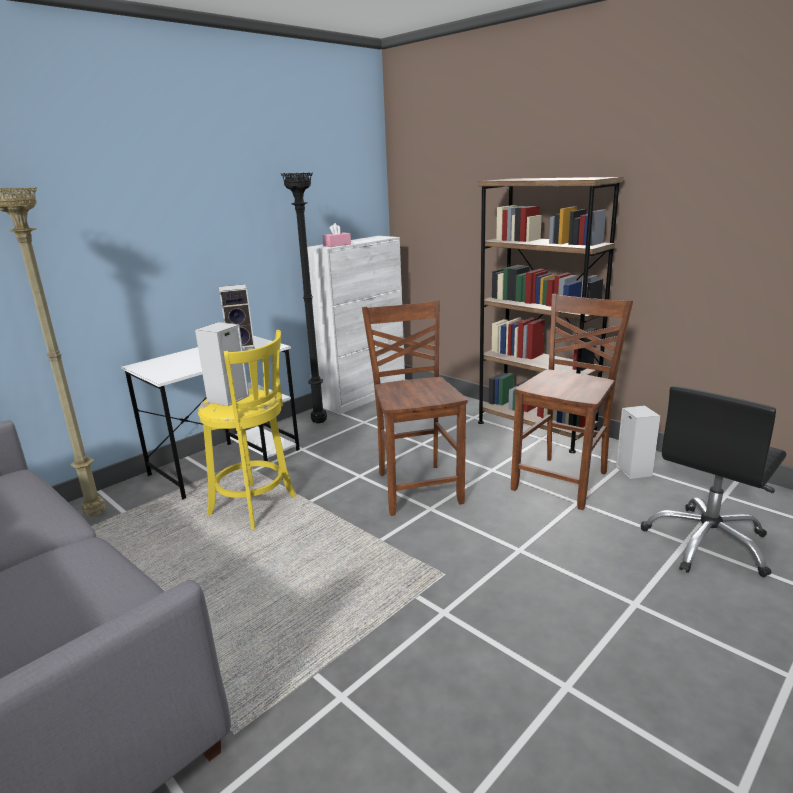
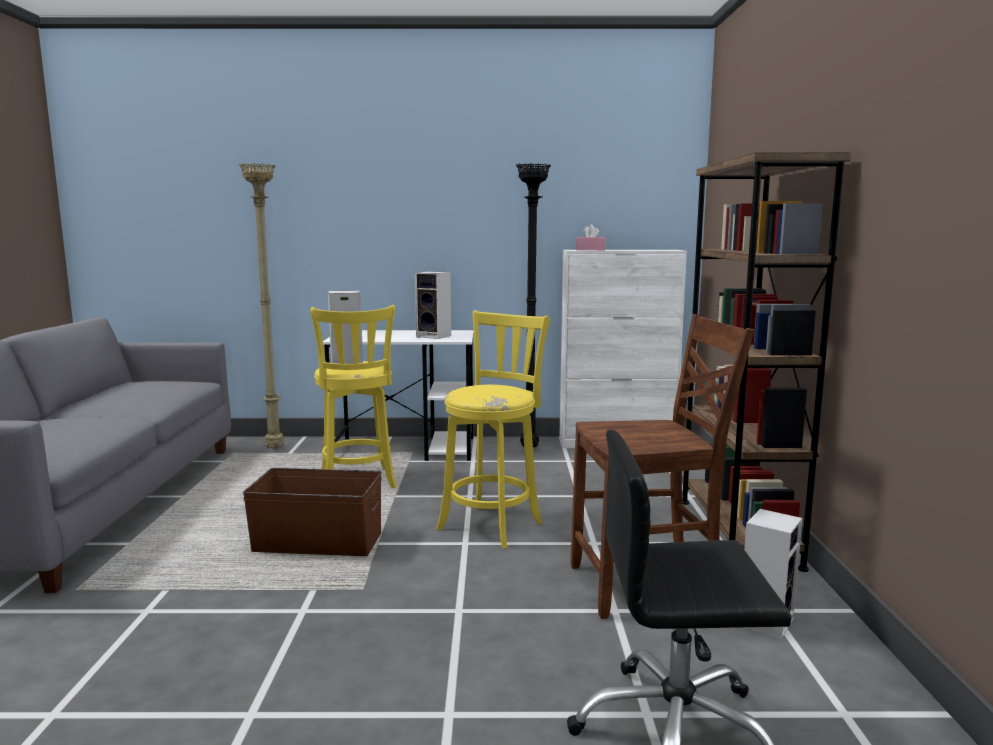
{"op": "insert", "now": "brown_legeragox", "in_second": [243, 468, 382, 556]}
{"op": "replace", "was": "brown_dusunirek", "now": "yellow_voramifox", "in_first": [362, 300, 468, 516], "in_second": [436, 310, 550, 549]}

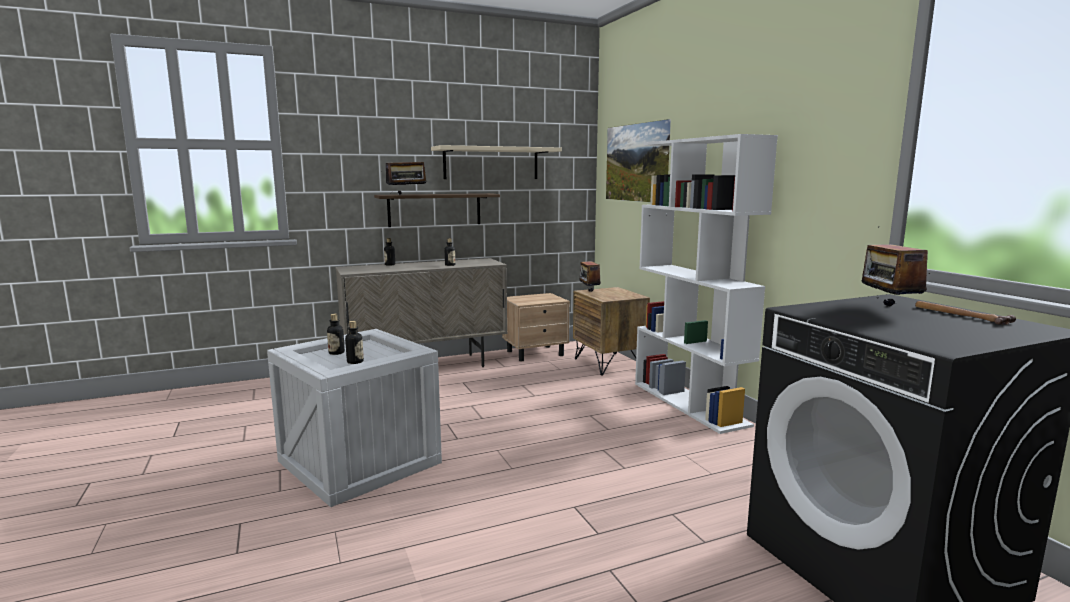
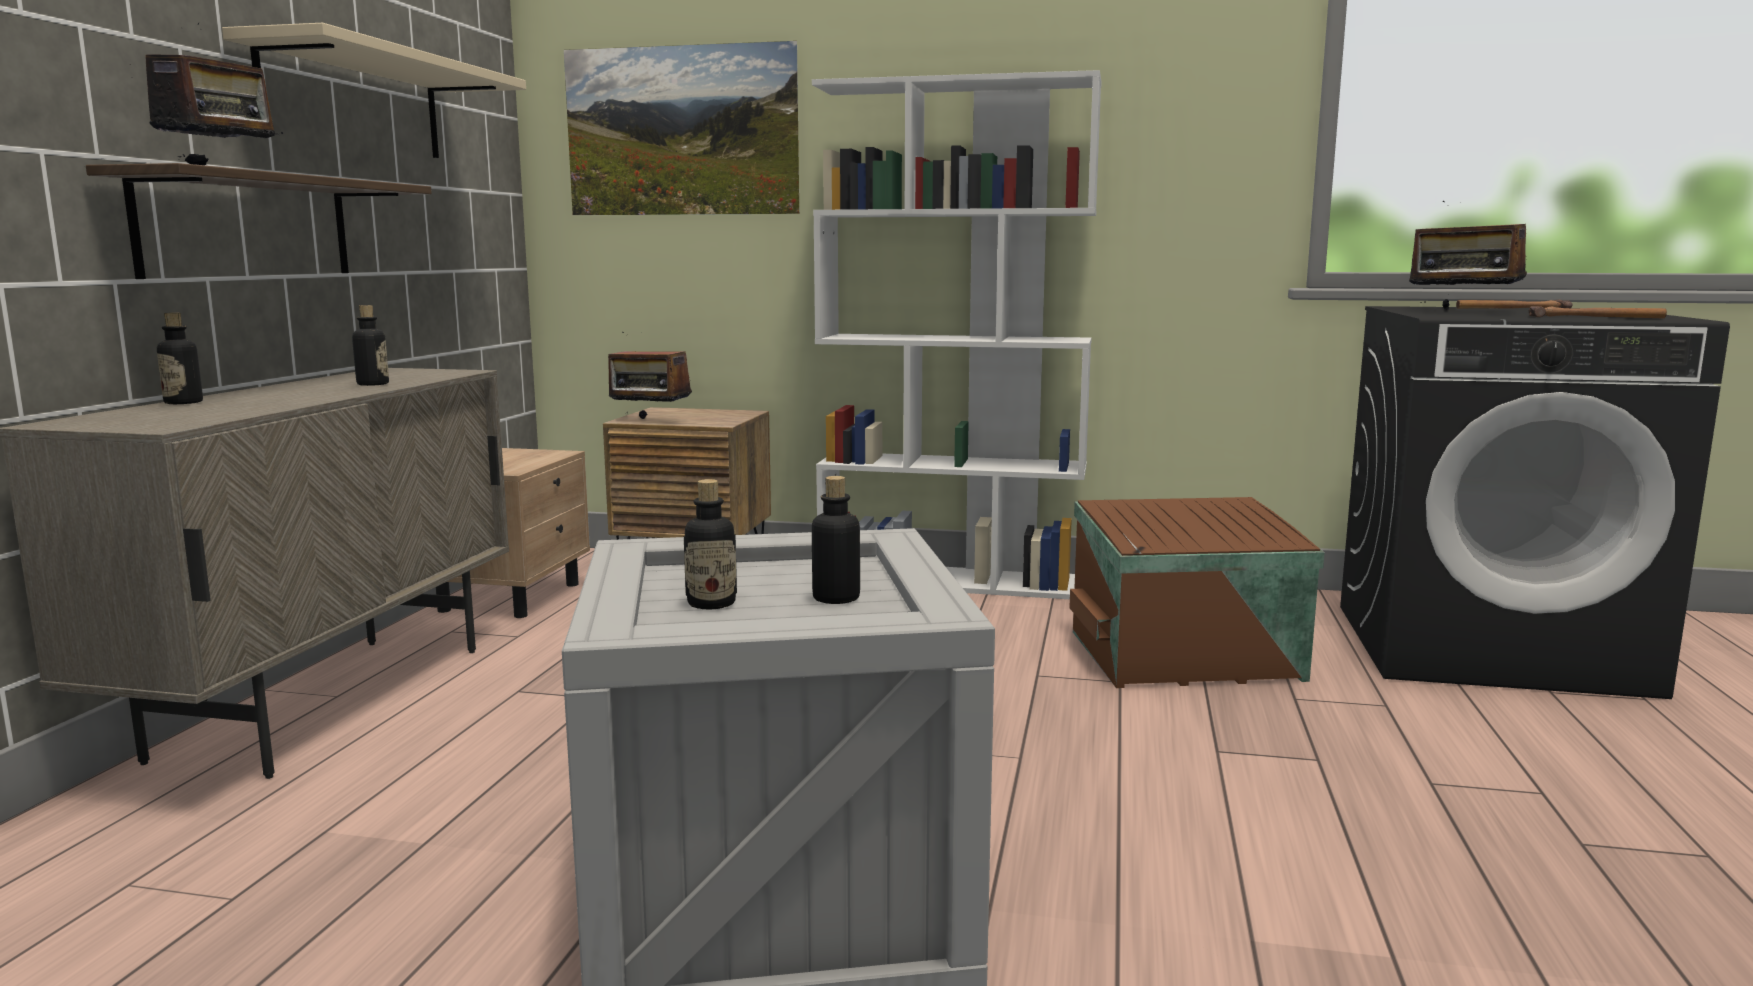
{"op": "insert", "now": "brown_legeragox", "in_second": [1069, 497, 1325, 688]}
{"op": "insert", "now": "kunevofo", "in_second": [1529, 306, 1667, 318]}

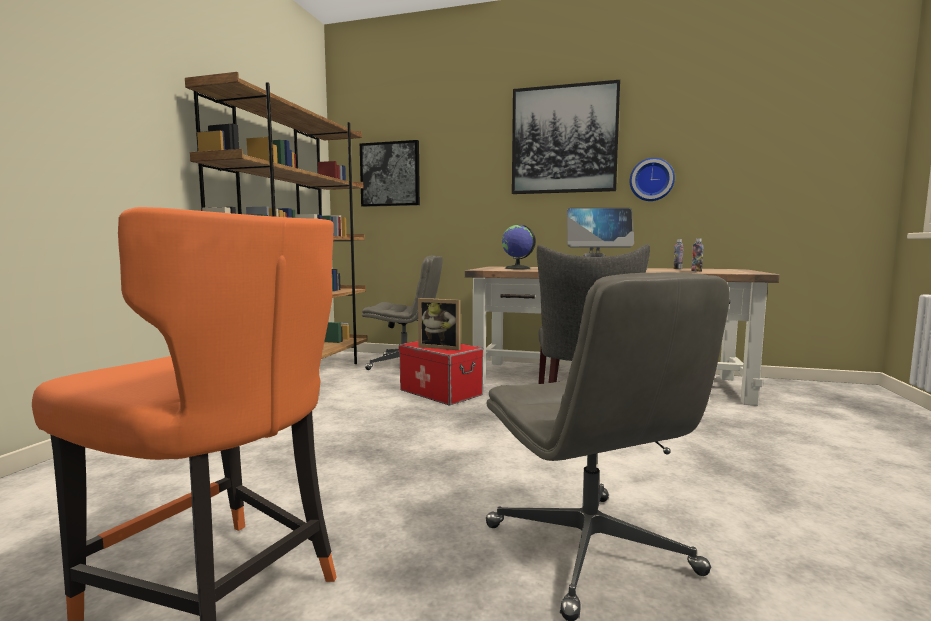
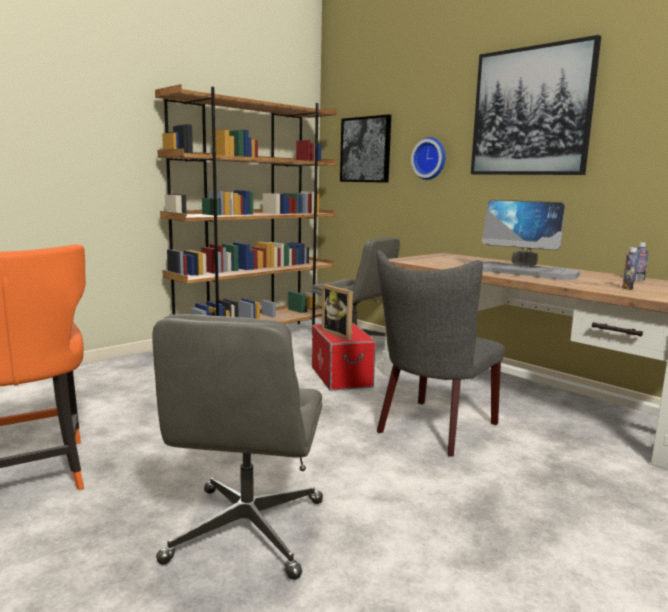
{"op": "move", "was": "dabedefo", "in_first": [630, 158, 675, 201], "in_second": [411, 137, 446, 180]}
{"op": "delete", "was": "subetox", "in_first": [502, 225, 536, 269]}

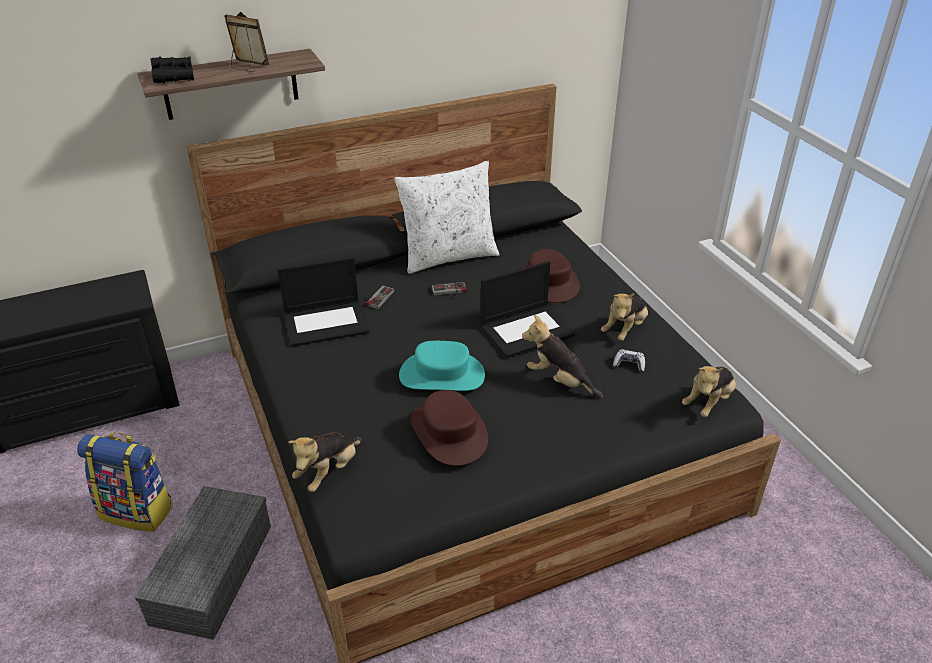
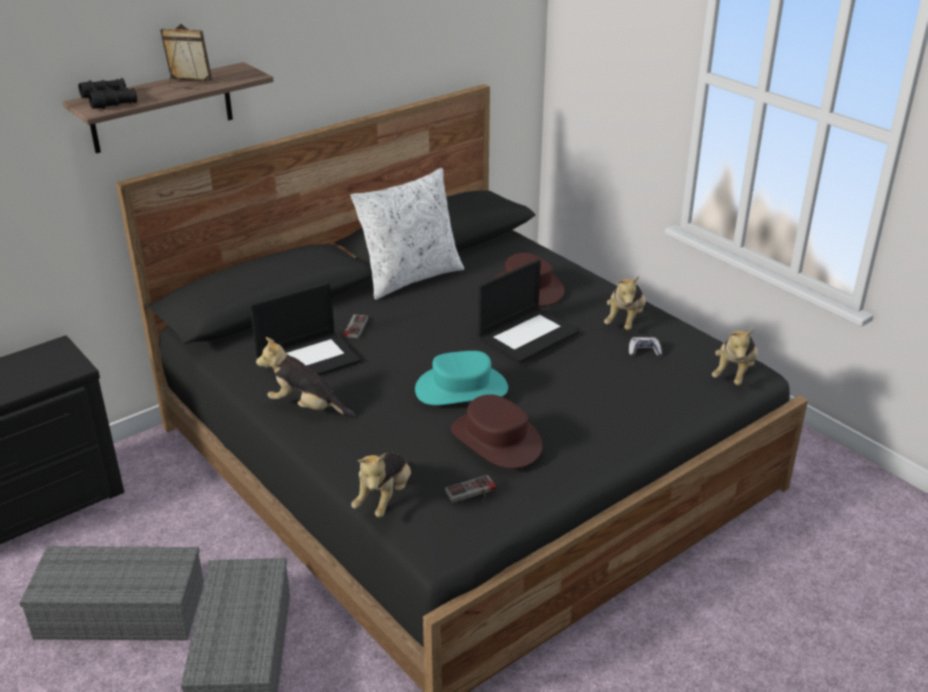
{"op": "replace", "was": "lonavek", "now": "grey_legeragox", "in_first": [77, 432, 173, 532], "in_second": [19, 546, 204, 640]}
{"op": "move", "was": "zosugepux", "in_first": [522, 314, 603, 398], "in_second": [256, 337, 356, 418]}
{"op": "move", "was": "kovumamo", "in_first": [432, 282, 467, 298], "in_second": [445, 475, 496, 503]}

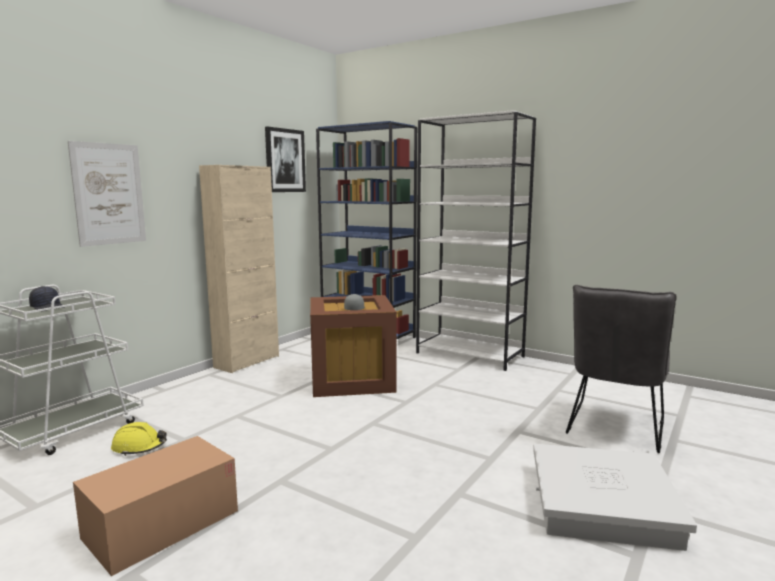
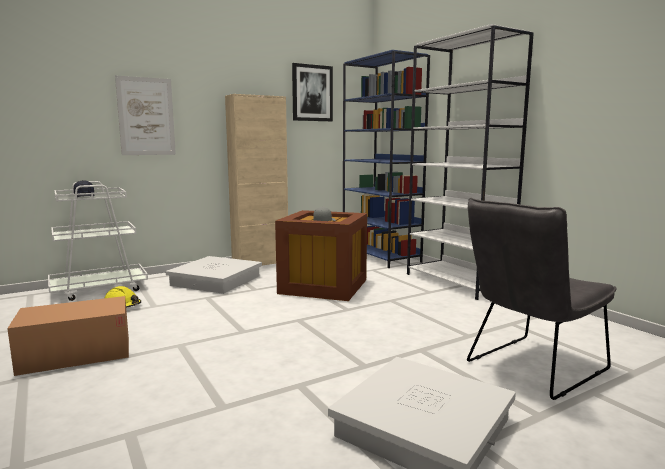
{"op": "insert", "now": "white_legeragox", "in_second": [165, 256, 262, 294]}

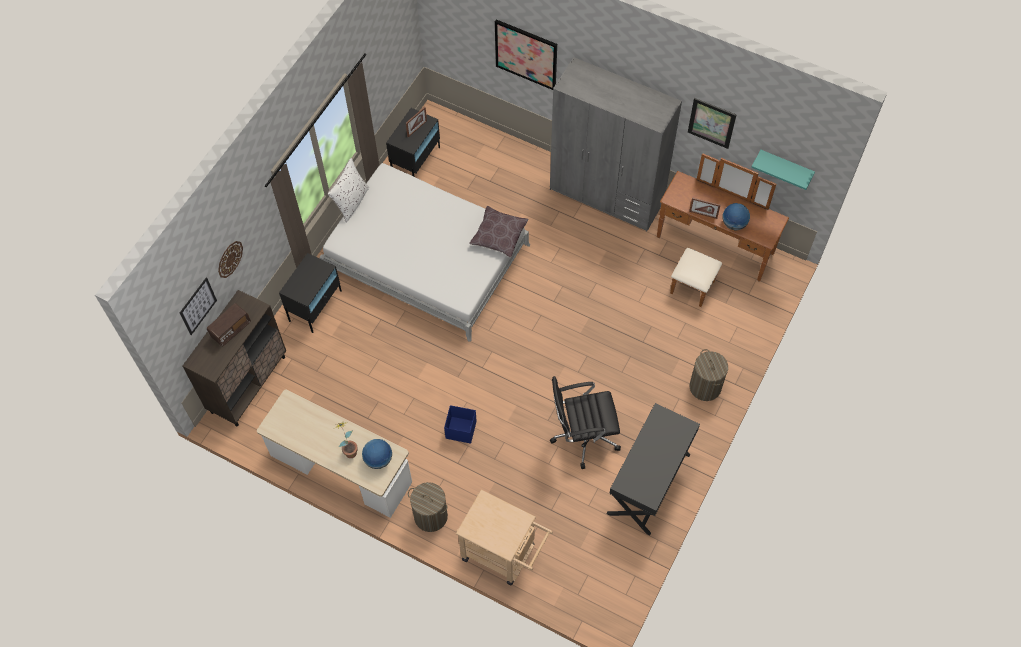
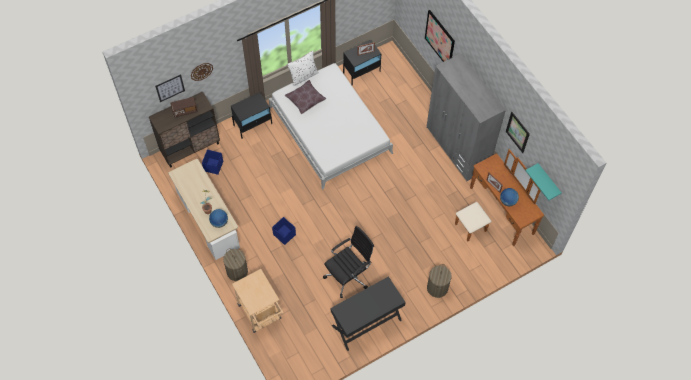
{"op": "insert", "now": "blue_legeragox", "in_second": [202, 150, 223, 175]}
{"op": "move", "was": "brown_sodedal", "in_first": [469, 206, 528, 258], "in_second": [285, 80, 326, 114]}
{"op": "rotate", "was": "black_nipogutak", "in_first": [550, 376, 621, 469], "in_second": [323, 225, 374, 298], "clockwise": 120}

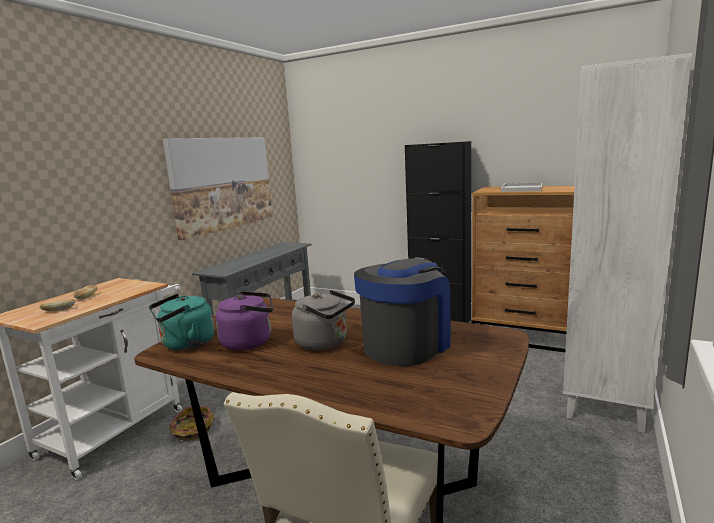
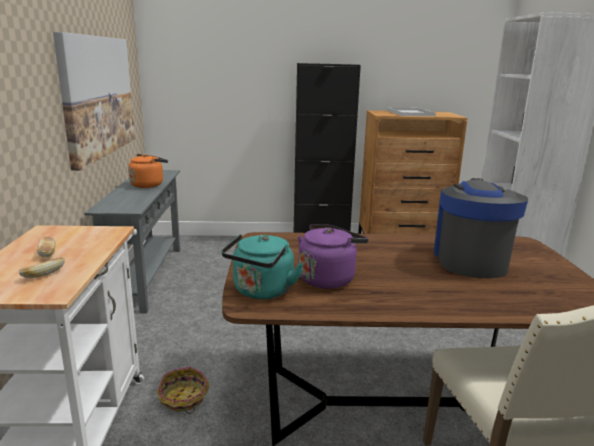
{"op": "insert", "now": "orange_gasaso", "in_second": [128, 154, 168, 188]}
{"op": "delete", "was": "grey_gasaso", "in_first": [292, 290, 355, 350]}

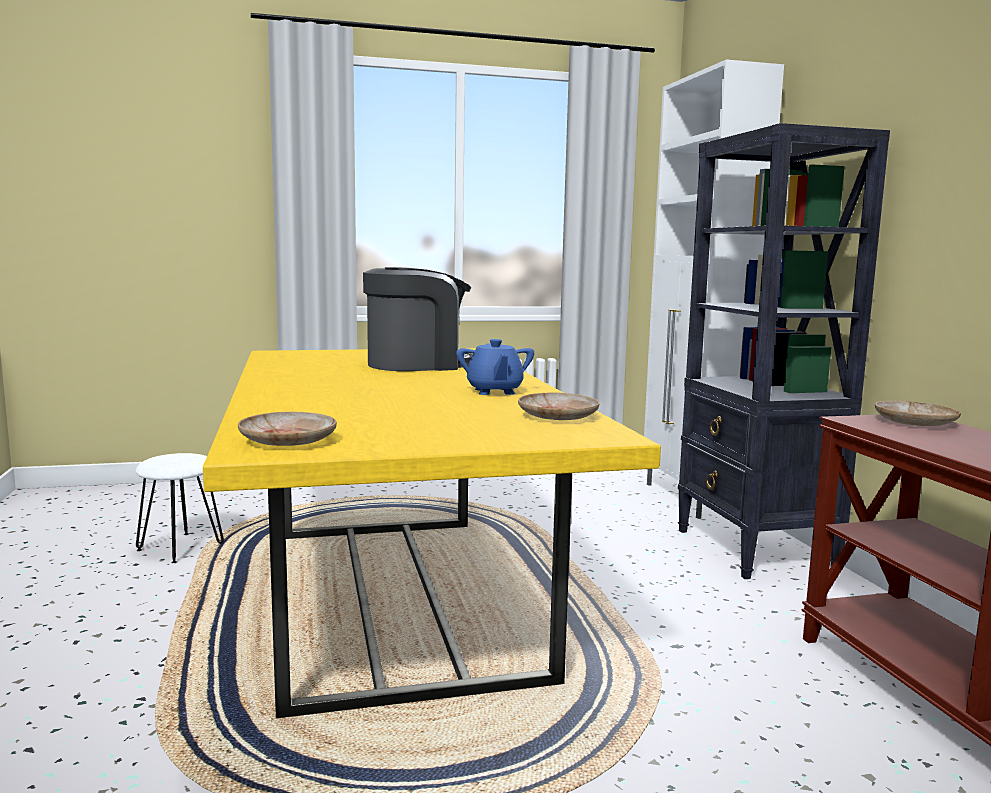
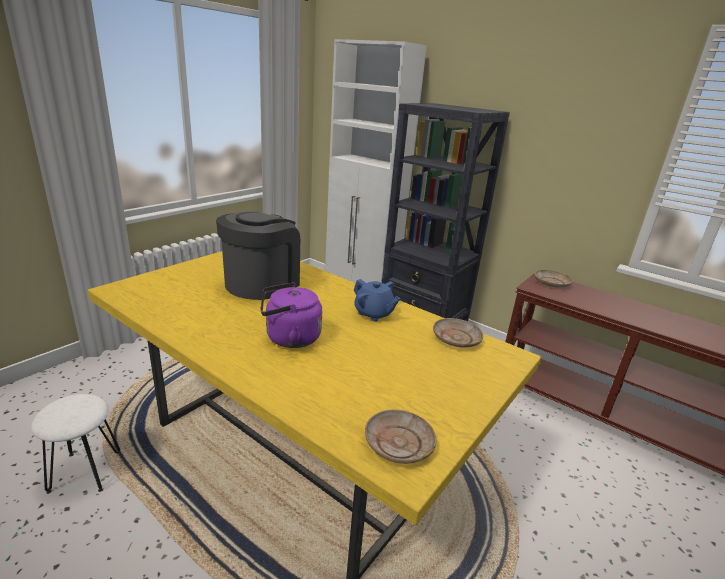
{"op": "insert", "now": "purple_gasaso", "in_second": [261, 282, 322, 348]}

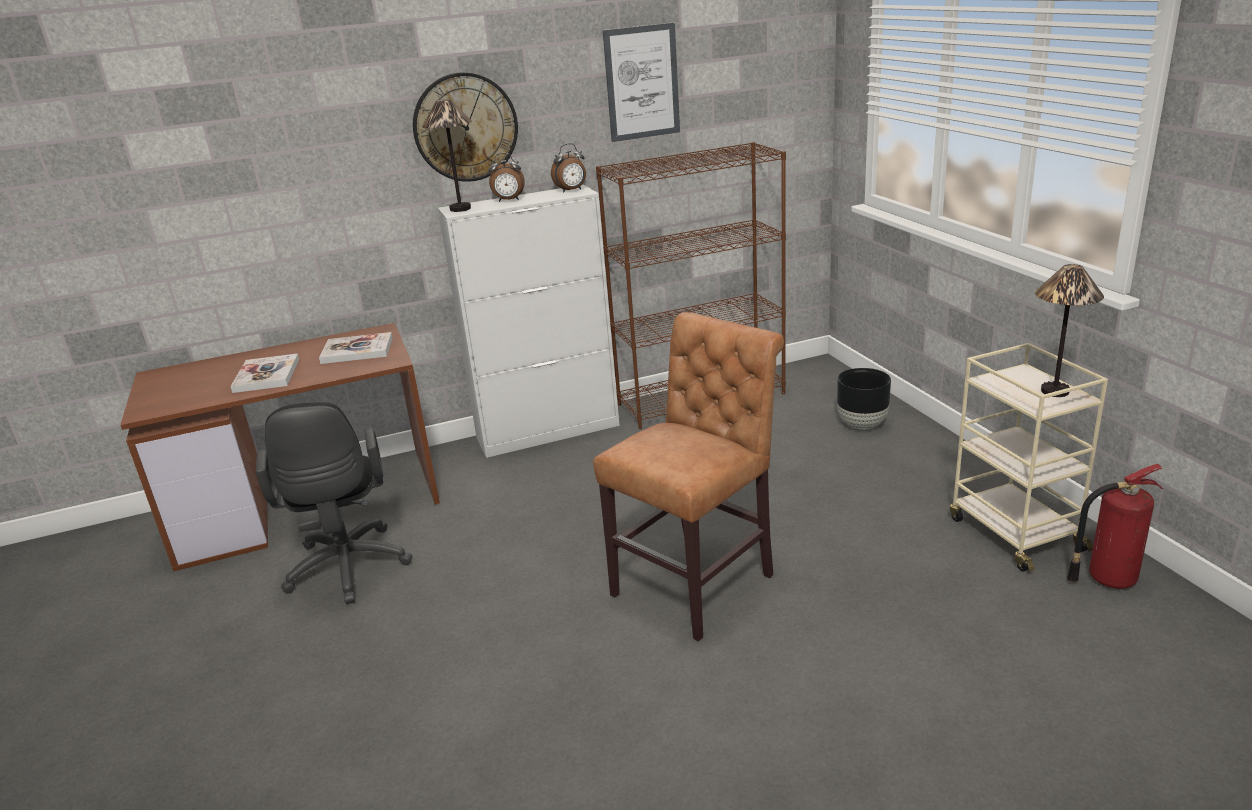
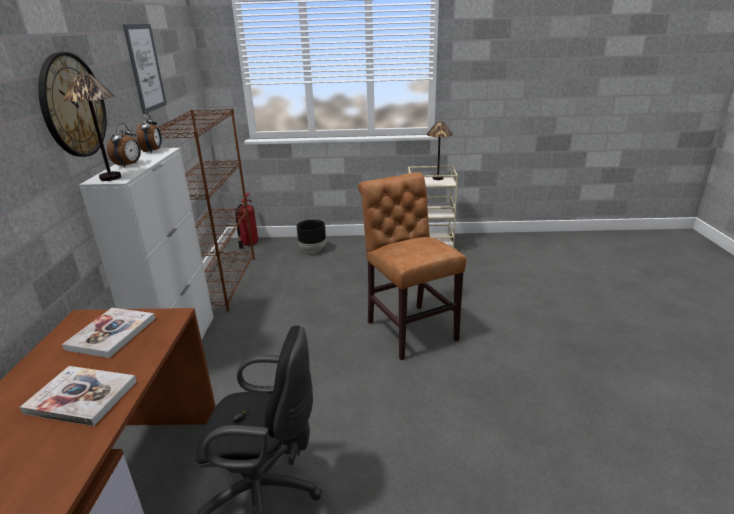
{"op": "move", "was": "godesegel", "in_first": [1067, 464, 1163, 589], "in_second": [235, 193, 258, 249]}

